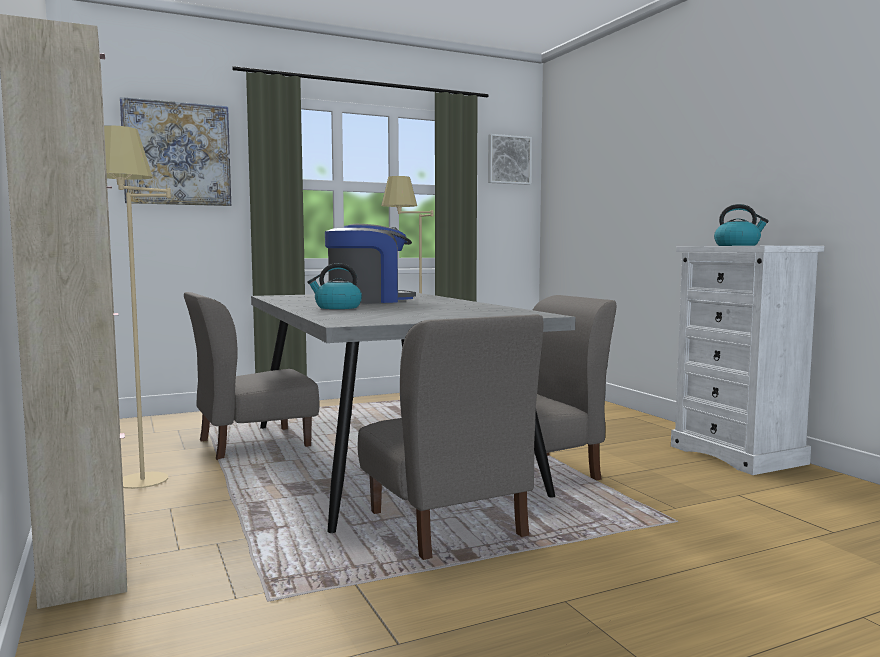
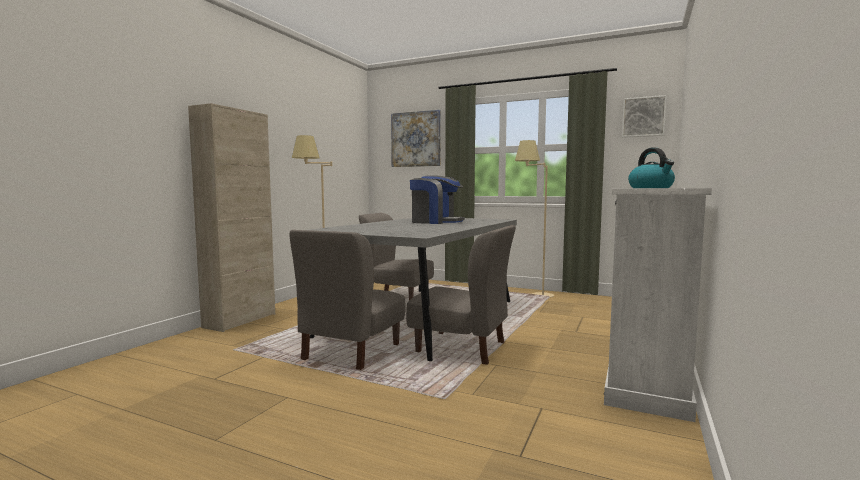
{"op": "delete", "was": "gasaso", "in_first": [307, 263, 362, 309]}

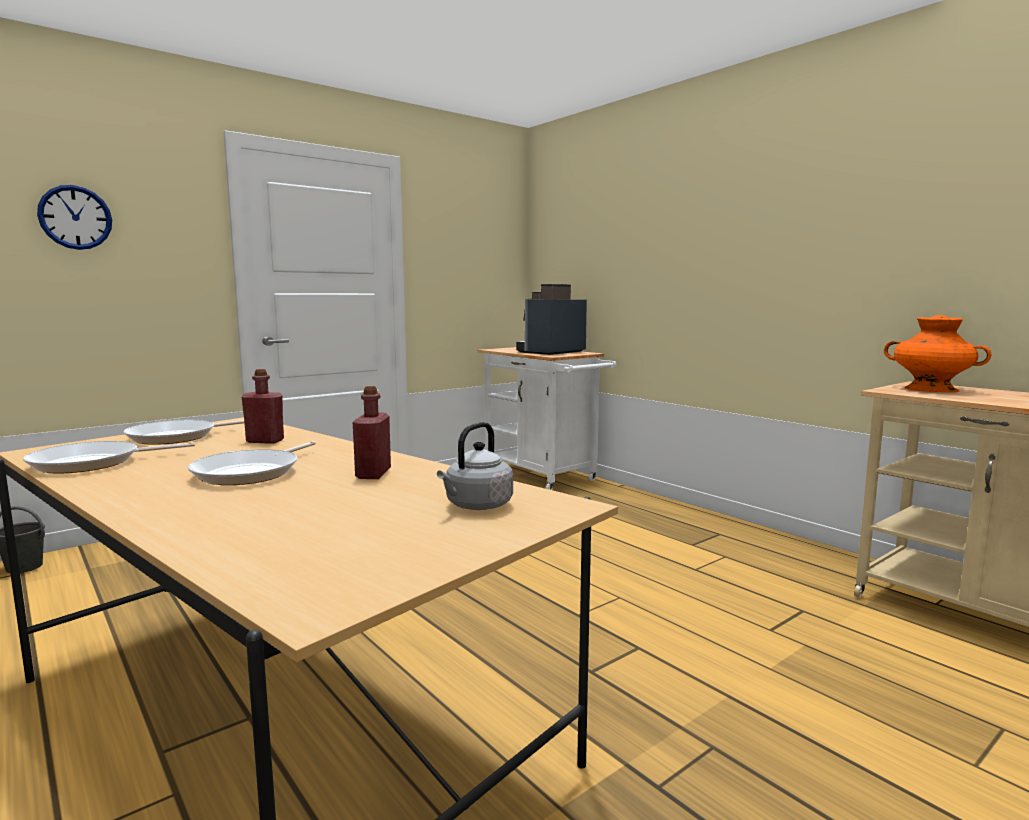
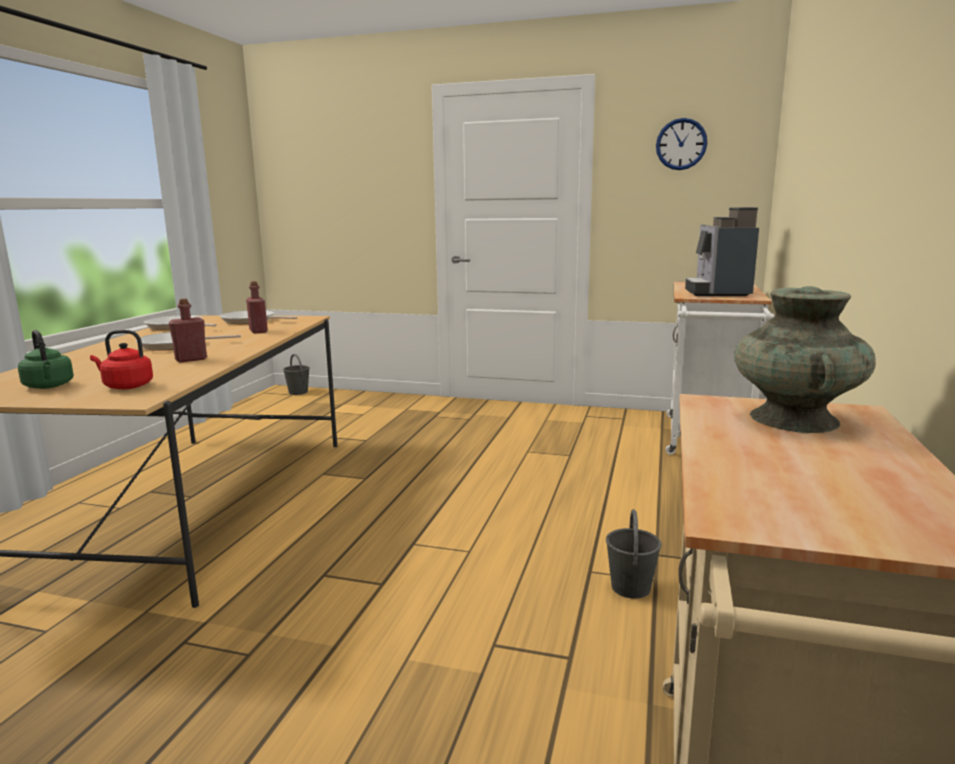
{"op": "insert", "now": "green_gasaso", "in_second": [18, 330, 74, 389]}
{"op": "recolor", "was": "grey_gasaso", "now": "red_gasaso", "in_first": [437, 422, 513, 510], "in_second": [90, 330, 153, 389]}
{"op": "insert", "now": "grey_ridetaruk", "in_second": [606, 509, 662, 599]}
{"op": "move", "was": "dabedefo", "in_first": [37, 185, 112, 250], "in_second": [656, 118, 707, 170]}
{"op": "rotate", "was": "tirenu", "in_first": [516, 284, 587, 355], "in_second": [685, 207, 759, 296], "clockwise": -90}
{"op": "recolor", "was": "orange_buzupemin", "now": "turquoise_buzupemin", "in_first": [884, 315, 991, 392], "in_second": [734, 286, 876, 433]}

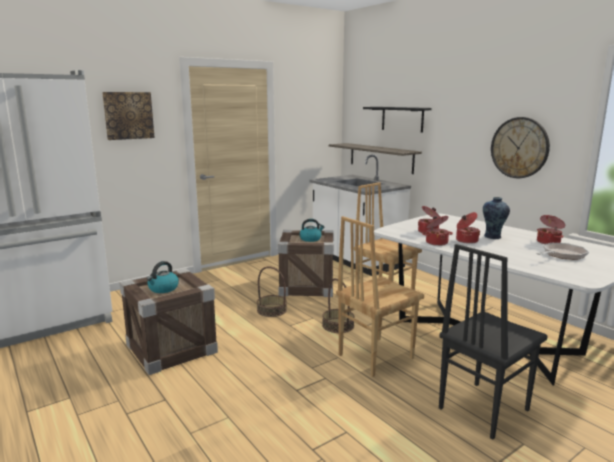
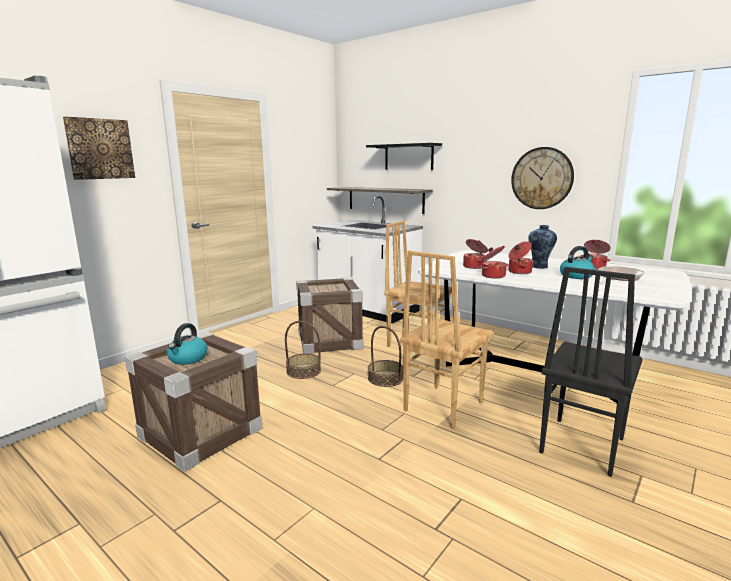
{"op": "move", "was": "gasaso", "in_first": [299, 219, 324, 242], "in_second": [560, 246, 595, 279]}

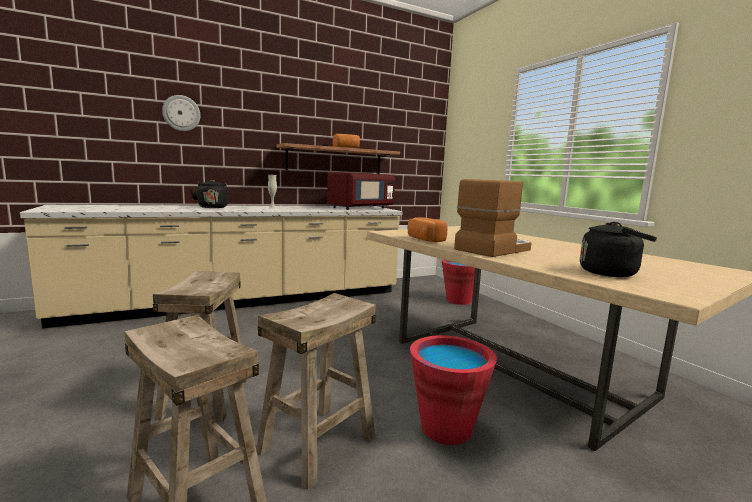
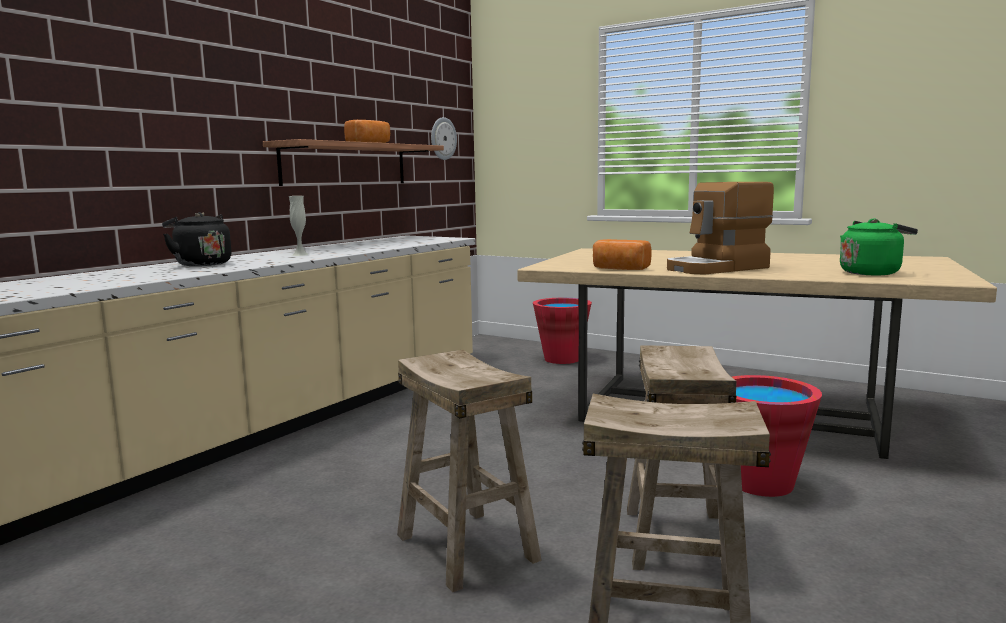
{"op": "move", "was": "dabedefo", "in_first": [162, 95, 201, 131], "in_second": [431, 117, 457, 160]}
{"op": "rotate", "was": "tirenu", "in_first": [454, 179, 532, 257], "in_second": [667, 182, 774, 275], "clockwise": -135}
{"op": "recolor", "was": "black_gasaso", "now": "green_gasaso", "in_first": [580, 222, 657, 277], "in_second": [840, 218, 918, 276]}
{"op": "delete", "was": "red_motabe", "in_first": [327, 172, 395, 210]}

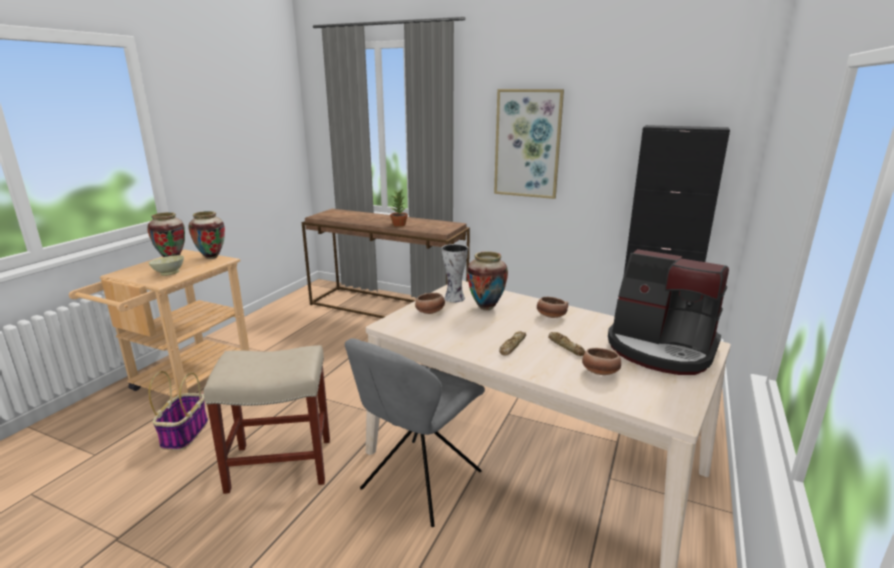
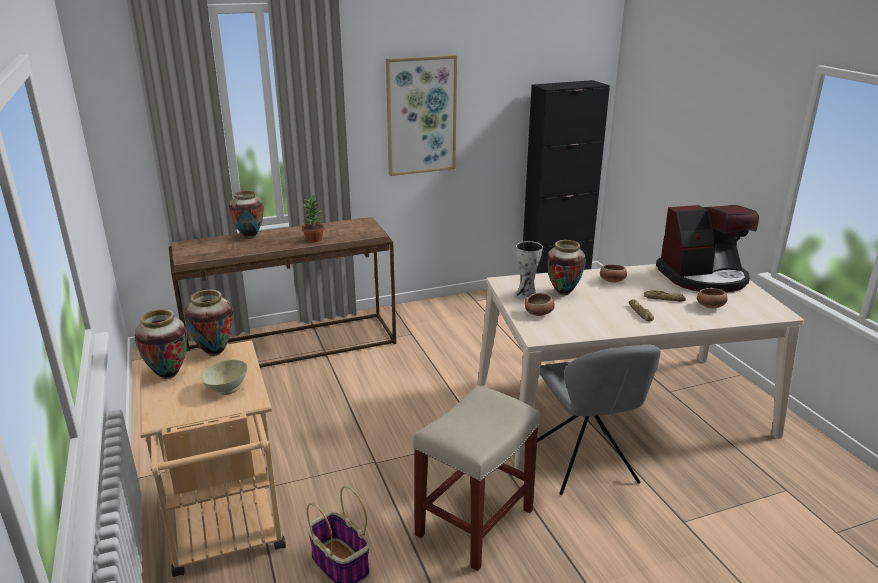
{"op": "insert", "now": "buzupemin", "in_second": [229, 190, 264, 239]}

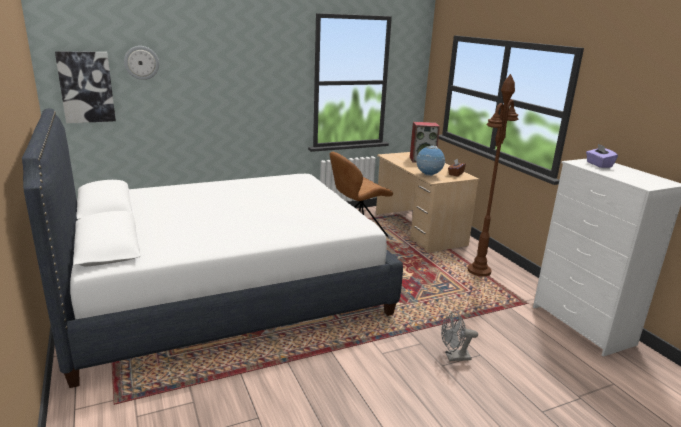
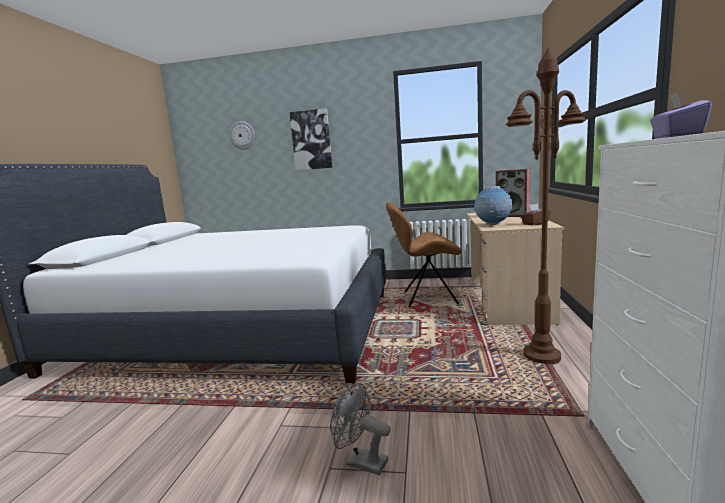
{"op": "move", "was": "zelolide", "in_first": [55, 51, 116, 123], "in_second": [289, 108, 332, 170]}

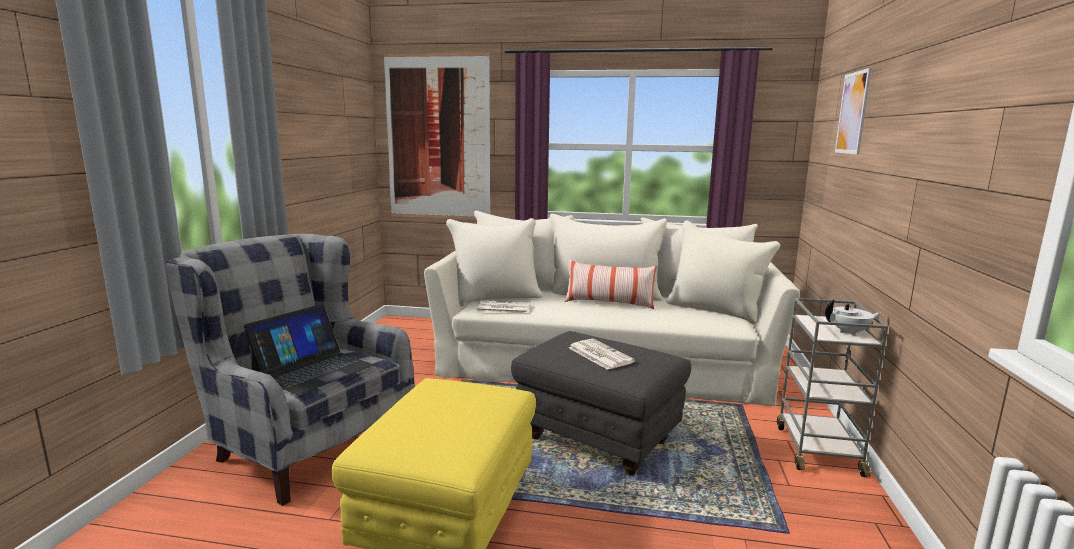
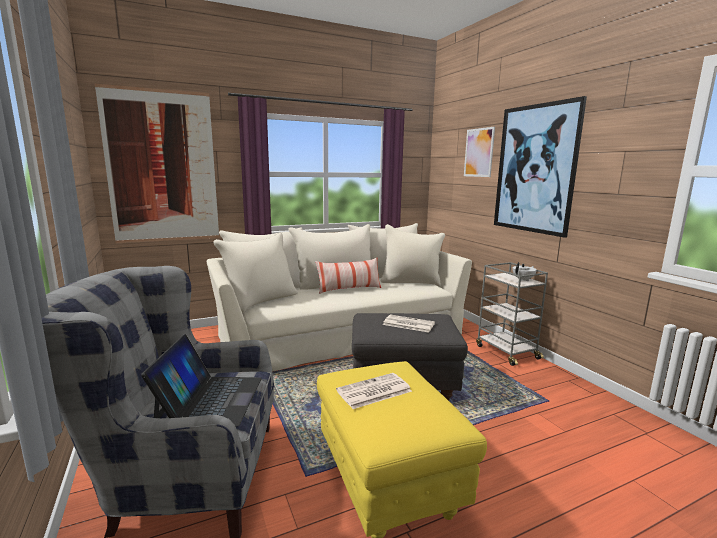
{"op": "move", "was": "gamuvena", "in_first": [476, 301, 530, 314], "in_second": [336, 373, 412, 409]}
{"op": "insert", "now": "zelolide", "in_second": [494, 96, 587, 238]}

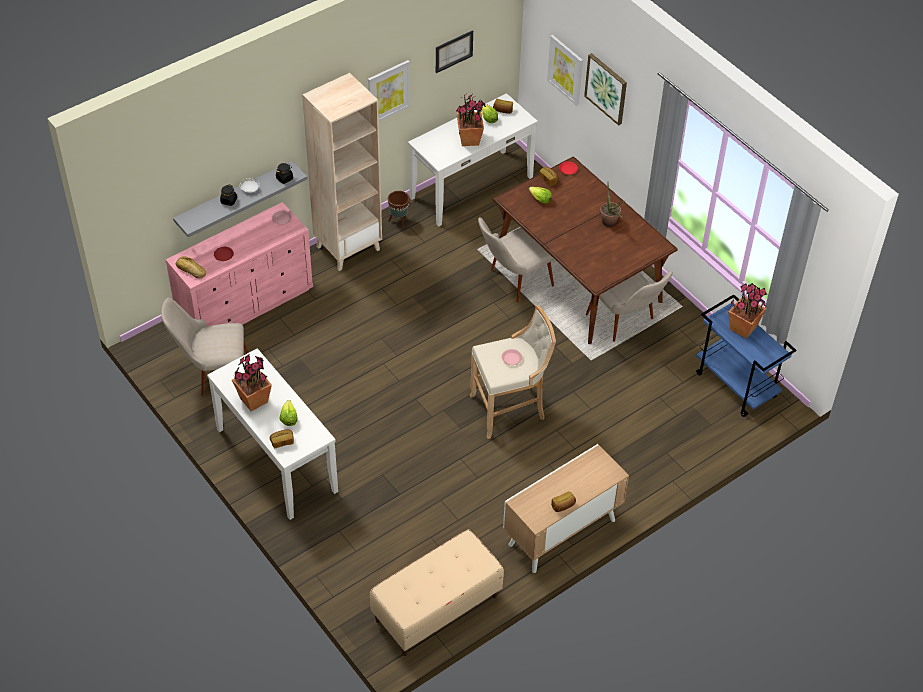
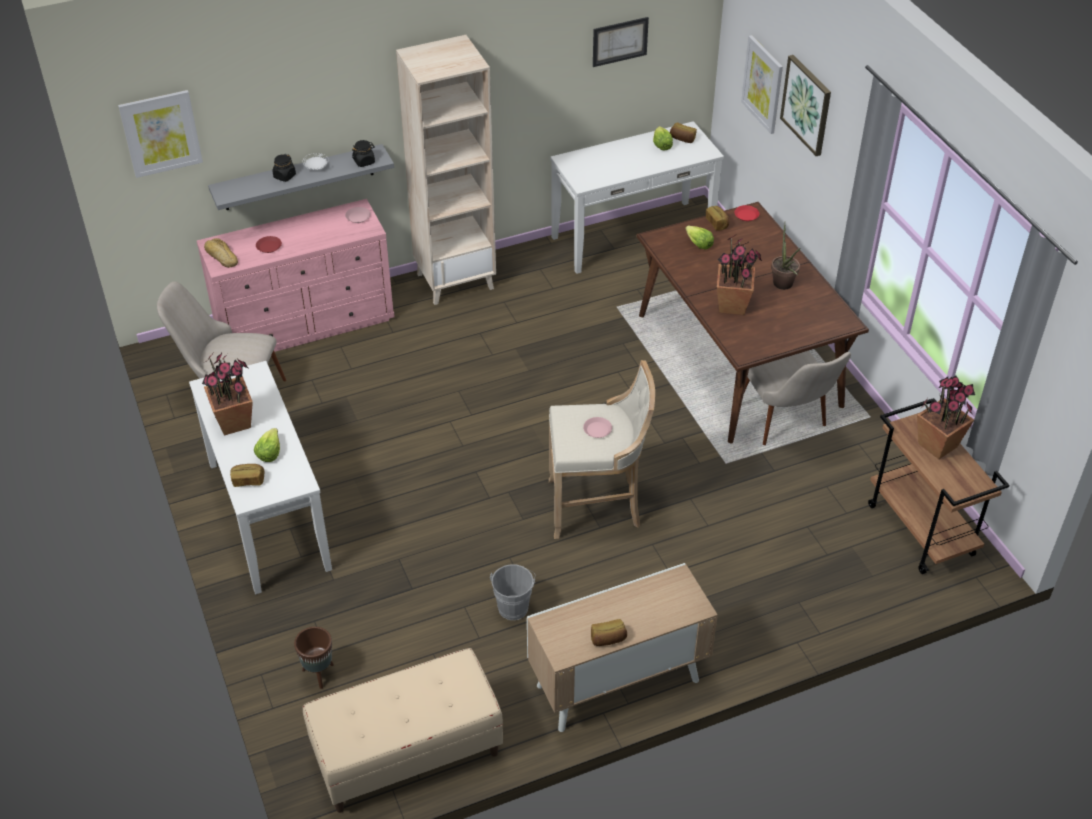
{"op": "move", "was": "zelolide", "in_first": [368, 60, 410, 121], "in_second": [118, 90, 203, 178]}
{"op": "move", "was": "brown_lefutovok", "in_first": [388, 191, 410, 229], "in_second": [294, 627, 334, 689]}
{"op": "insert", "now": "grey_ridetaruk", "in_second": [490, 564, 535, 620]}
{"op": "move", "was": "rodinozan", "in_first": [456, 94, 486, 146], "in_second": [717, 235, 762, 315]}
{"op": "recolor", "was": "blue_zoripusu", "now": "brown_zoripusu", "in_first": [696, 295, 796, 417], "in_second": [868, 398, 1010, 574]}
{"op": "delete", "was": "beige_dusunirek", "in_first": [478, 217, 554, 302]}

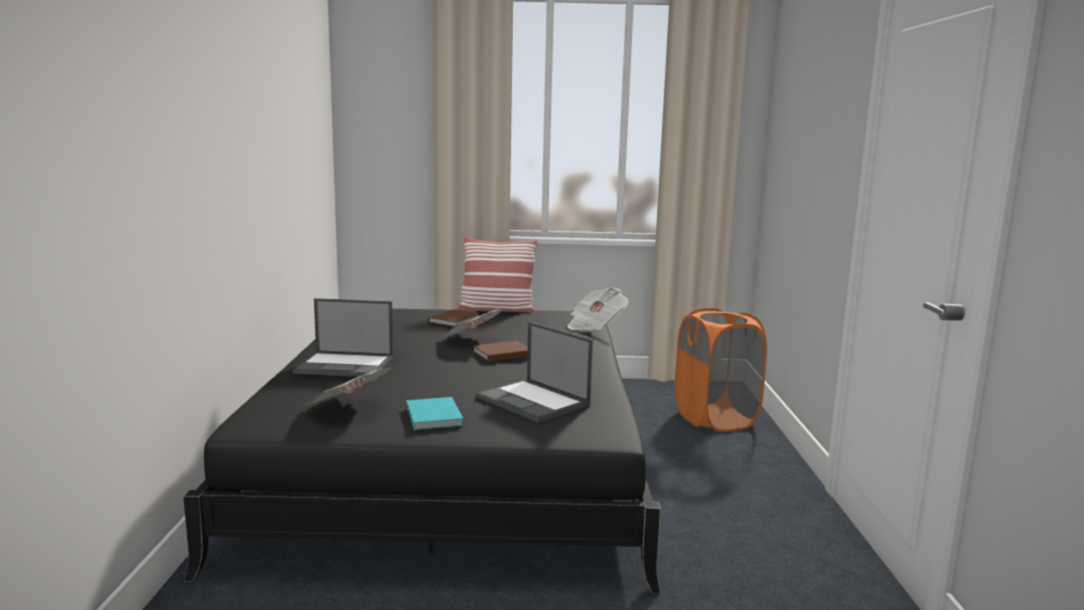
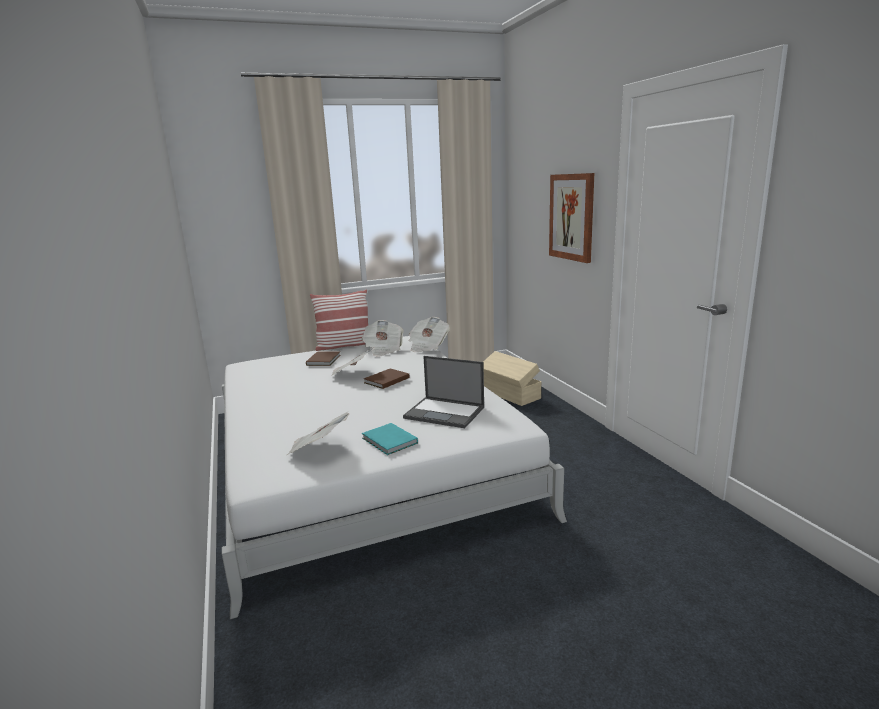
{"op": "recolor", "was": "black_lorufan", "now": "white_lorufan", "in_first": [183, 309, 661, 593], "in_second": [222, 336, 567, 619]}
{"op": "insert", "now": "gamuvena", "in_second": [362, 320, 404, 357]}
{"op": "replace", "was": "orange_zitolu", "now": "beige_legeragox", "in_first": [675, 308, 767, 432], "in_second": [483, 351, 541, 406]}
{"op": "insert", "now": "zelolide", "in_second": [549, 173, 594, 263]}
{"op": "delete", "was": "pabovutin", "in_first": [293, 298, 393, 377]}

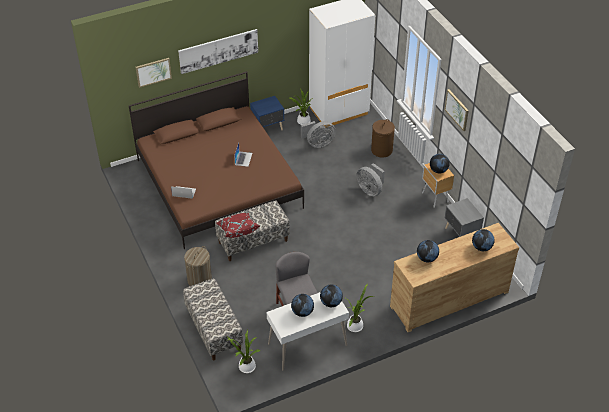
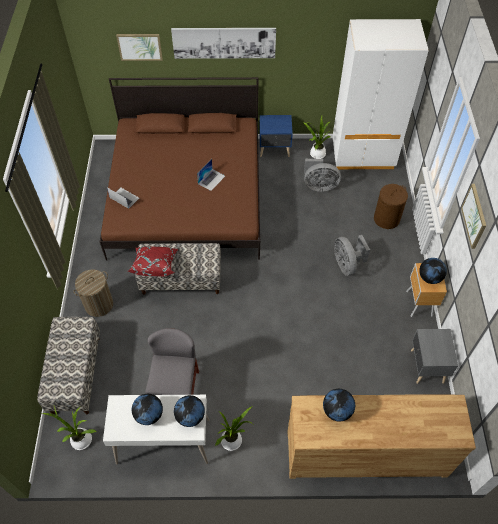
{"op": "delete", "was": "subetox", "in_first": [472, 229, 495, 251]}

